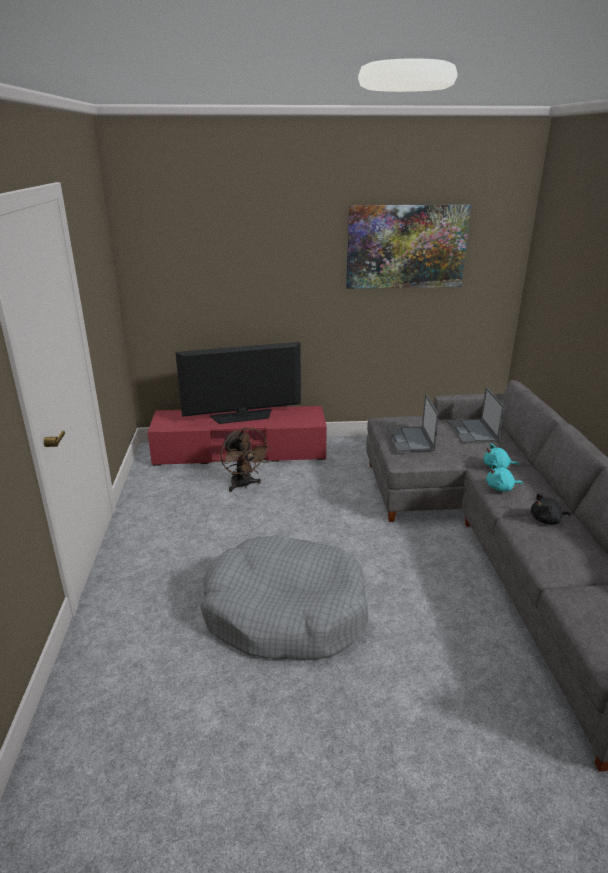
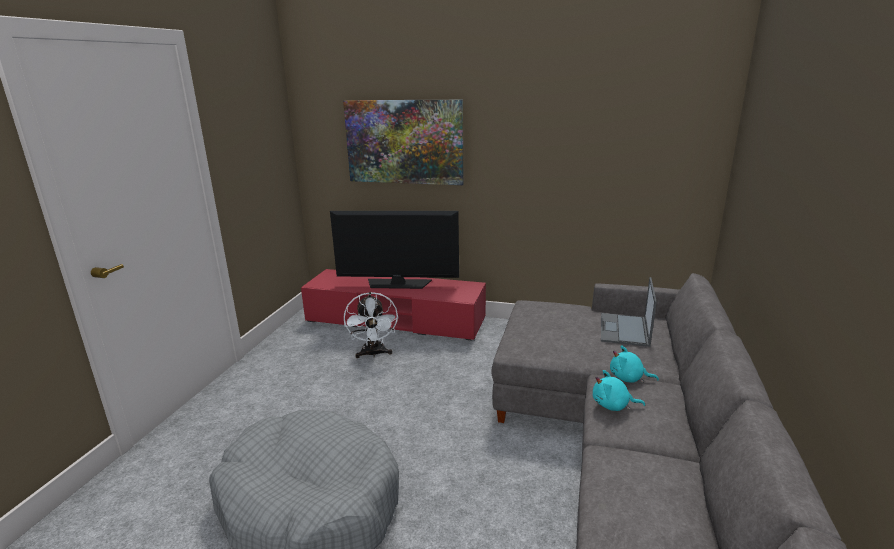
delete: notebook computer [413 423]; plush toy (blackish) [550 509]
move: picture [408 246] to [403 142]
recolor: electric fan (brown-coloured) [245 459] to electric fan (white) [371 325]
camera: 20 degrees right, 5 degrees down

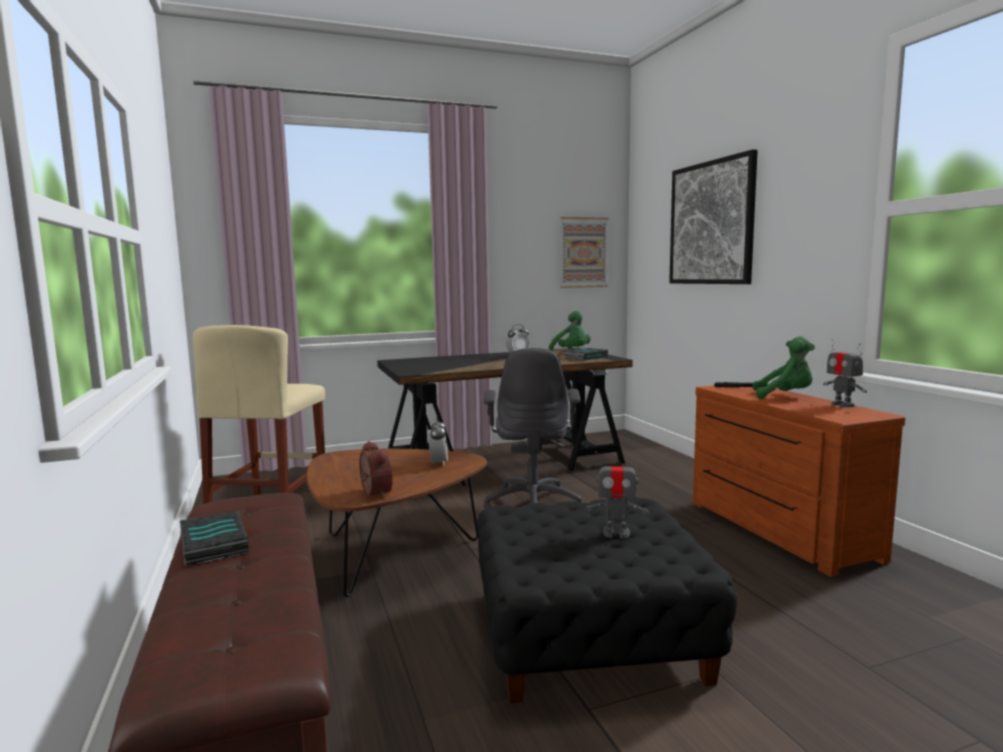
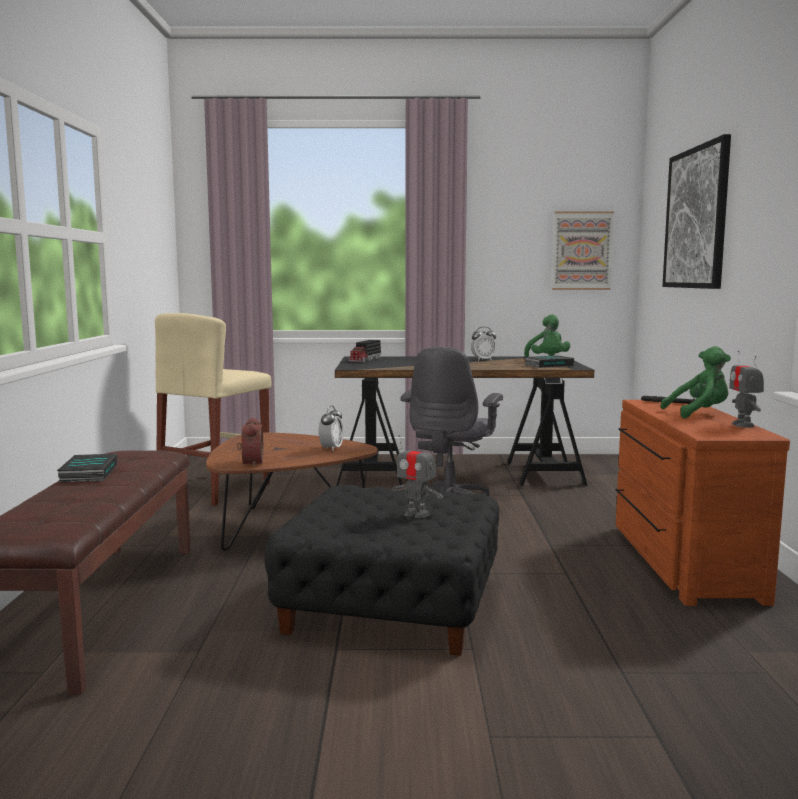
insert: toy lorry [364 351]
rotate: plush toy (green) [783 367] = [695 382] 45 degrees counterclockwise
camera: 20 degrees right, 0 degrees up

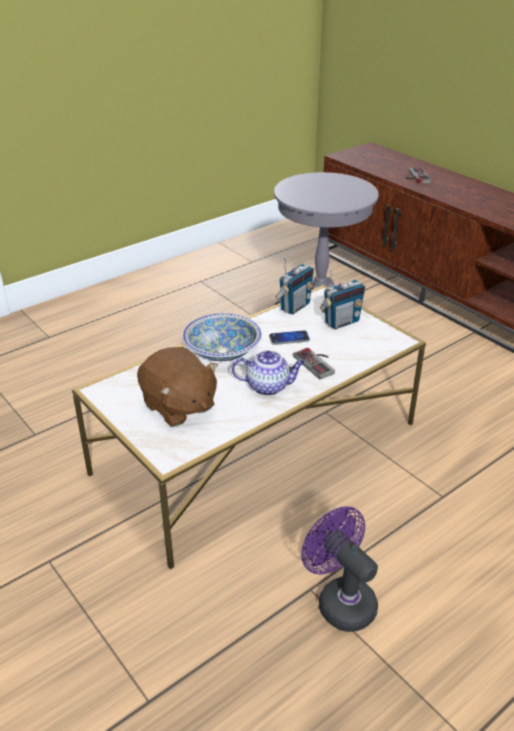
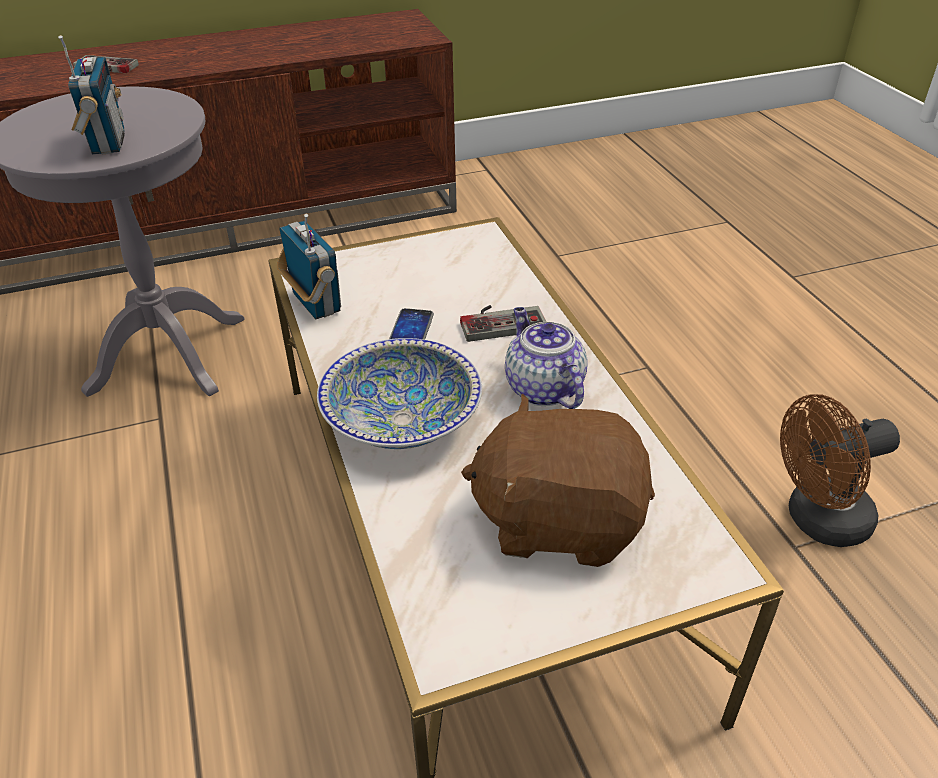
move: radio set [342 299] to [91 94]
recolor: electric fan (purple) [339 569] to electric fan (brown-coloured) [840 470]
rotate: plush toy (brown-coloured) [177 387] = [558 480] 150 degrees counterclockwise; teapot [268 372] = [546 358] 45 degrees counterclockwise
camera: 70 degrees left, 5 degrees up

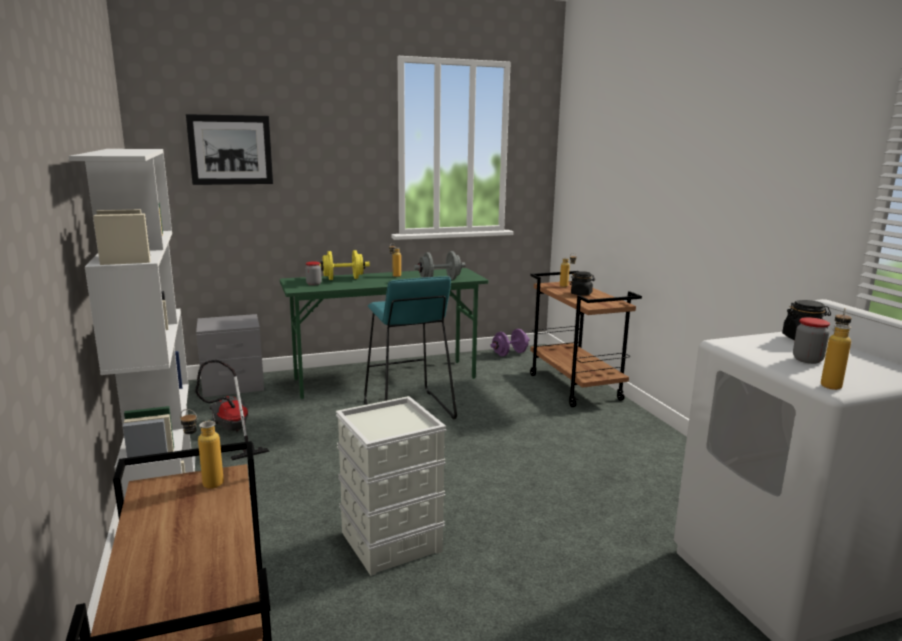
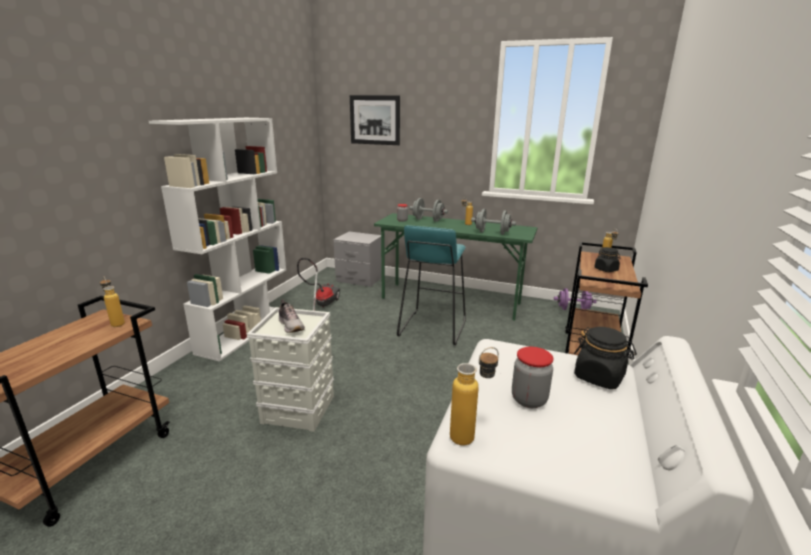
insert: item of footwear [292 316]
recolor: dumbbell (yellowish) [344 265] to dumbbell (gray) [429 210]
camera: 40 degrees right, 5 degrees up

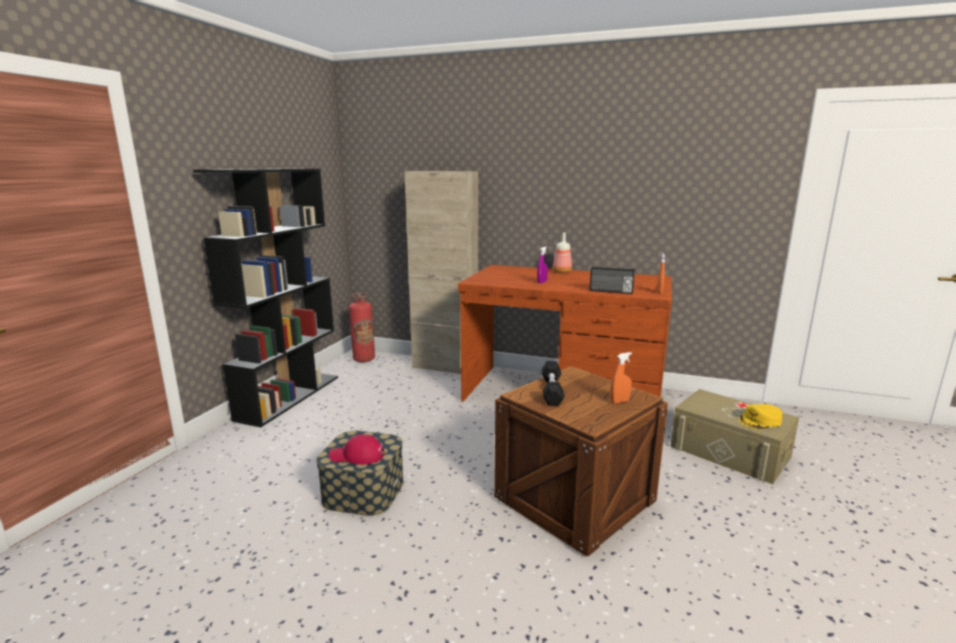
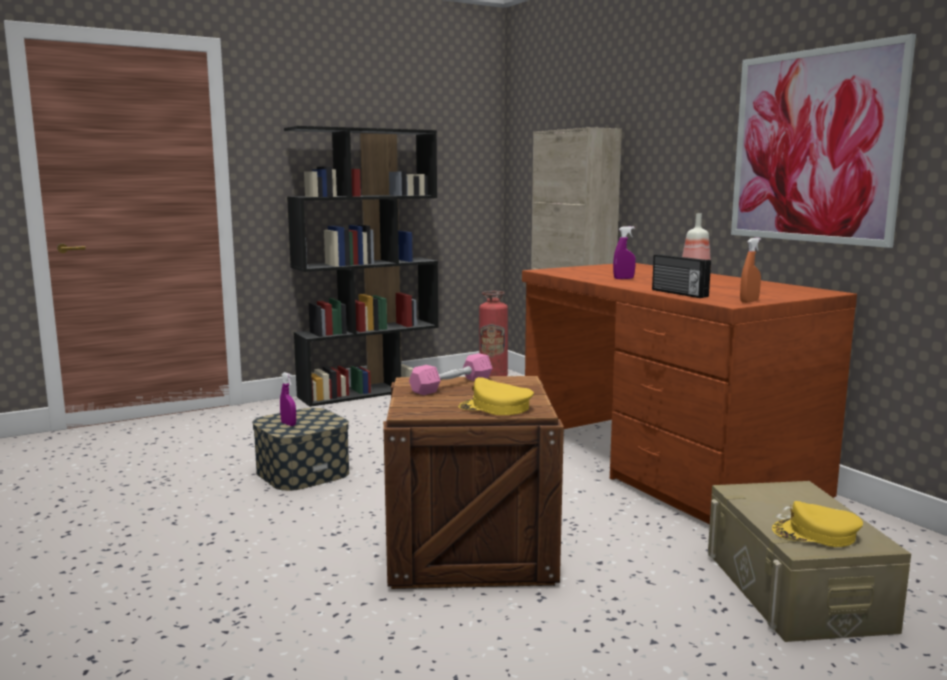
insert: picture [823 141]
replace: hand sprayer (orange) [621 377] to baseball cap (yellowish) [496 396]; baseball cap (red) [357 449] to hand sprayer (purple) [288 399]
recolor: dumbbell (blackish) [553 383] to dumbbell (pinkish) [450 374]
camera: 40 degrees right, 5 degrees down

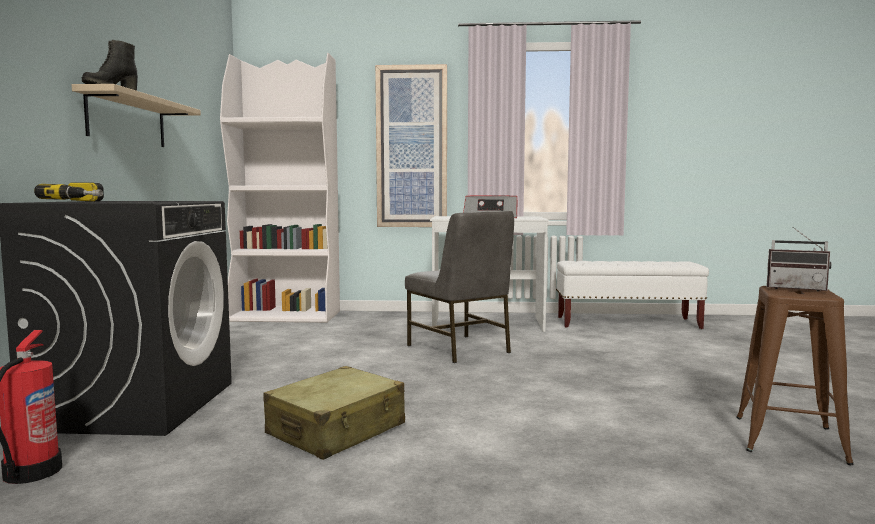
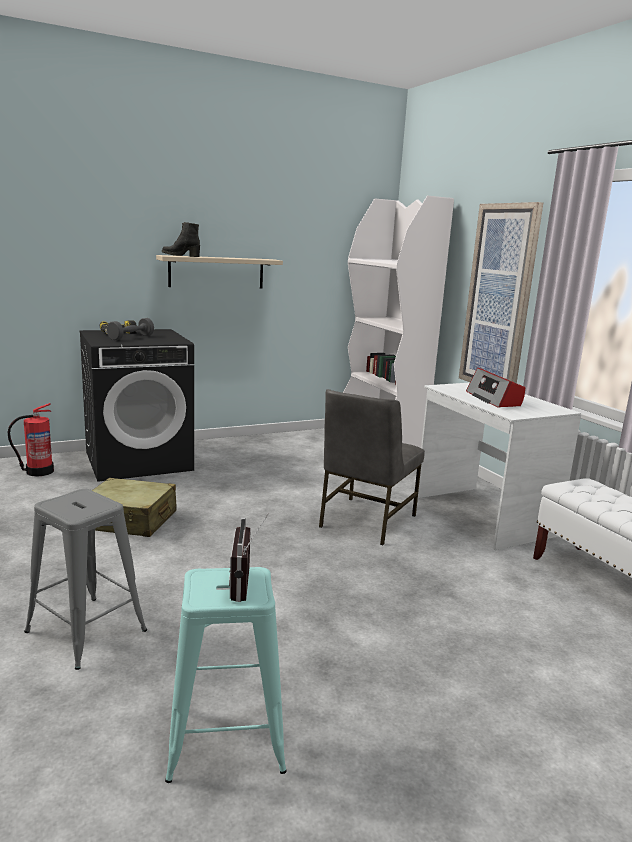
insert: dumbbell (gray) [130 329]; stool seat (gray) [85 579]
recolor: stool seat (brown-coloured) [795 375] to stool seat (blue-green) [226 675]
camera: 60 degrees right, 10 degrees up

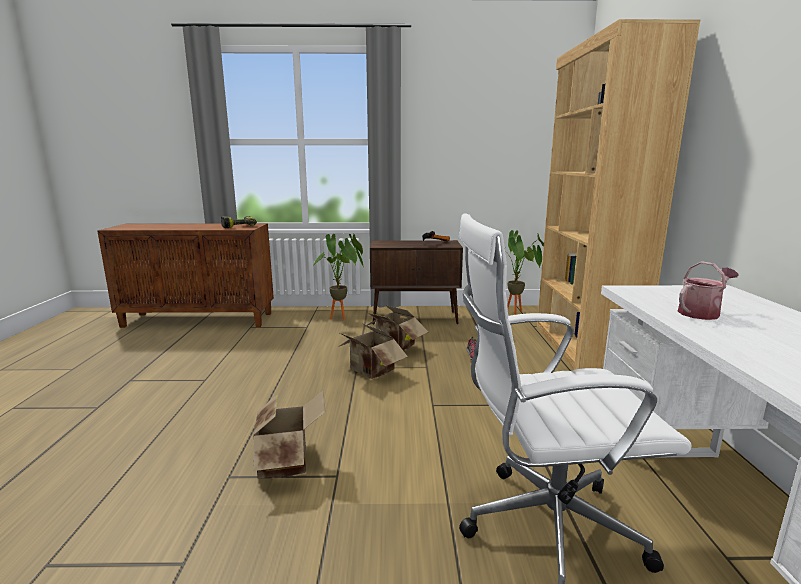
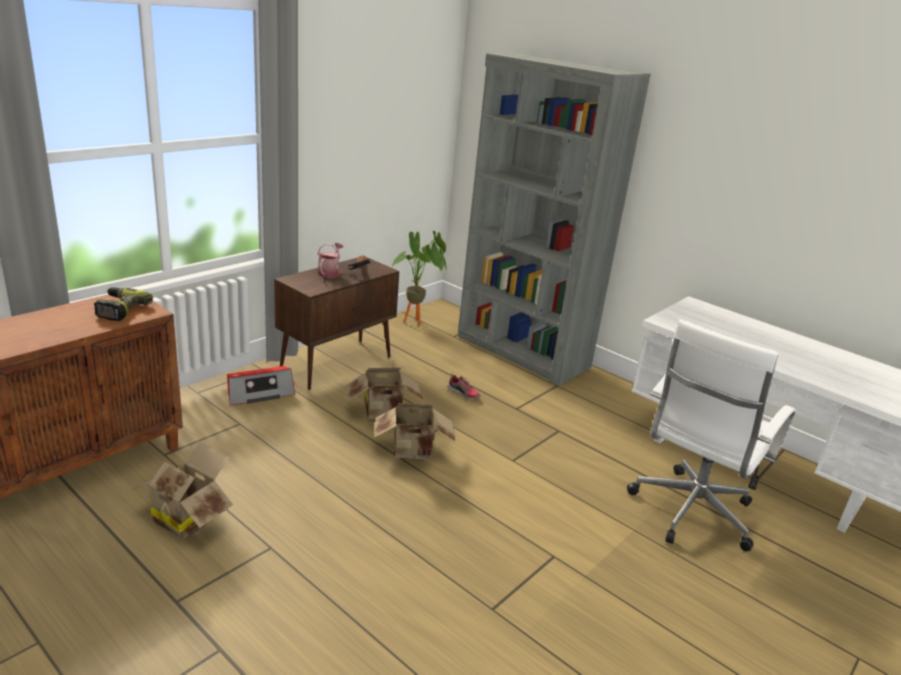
move: watering pot [708 290] to [330 260]; cardboard box [289 435] to [183 490]
replace: plant in a pot [338 277] to radio set [261 385]
recolor: shelving unit (brown-coloured) [618 194] to shelving unit (gray) [554 219]
camera: 50 degrees left, 10 degrees up

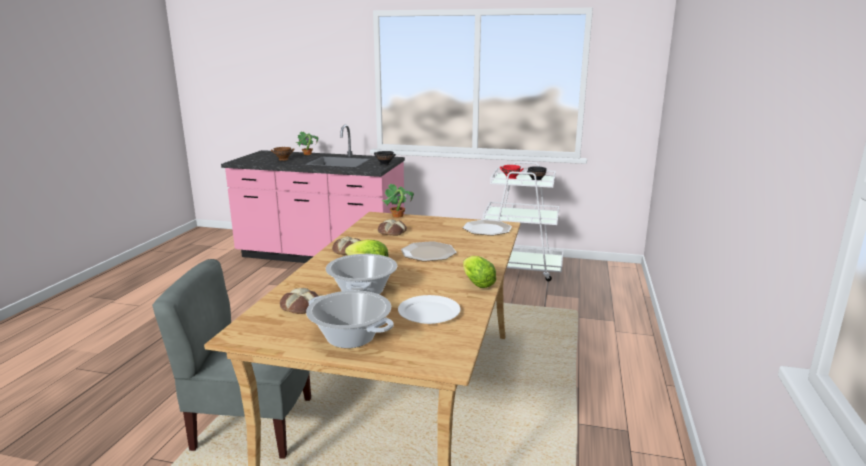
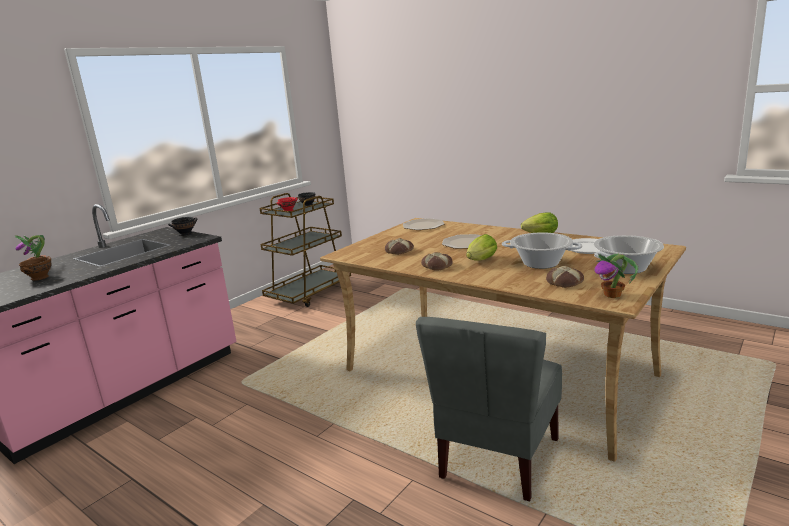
move: plant in a pot [397 200] to [616 275]
recolor: wheeled cart (white) [523 221] to wheeled cart (brown-coloured) [305 250]
camera: 65 degrees left, 0 degrees up

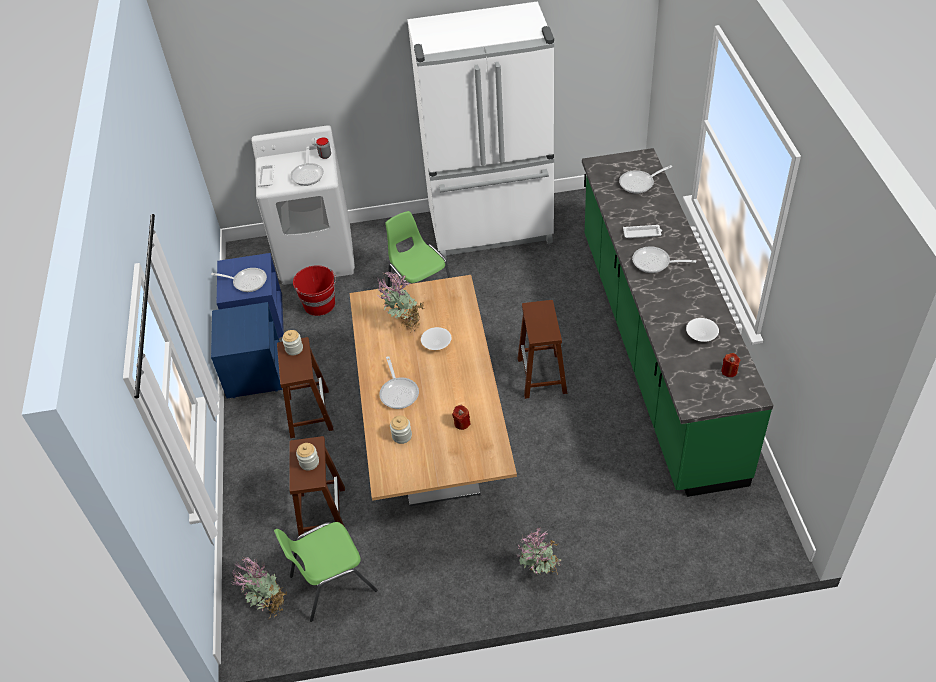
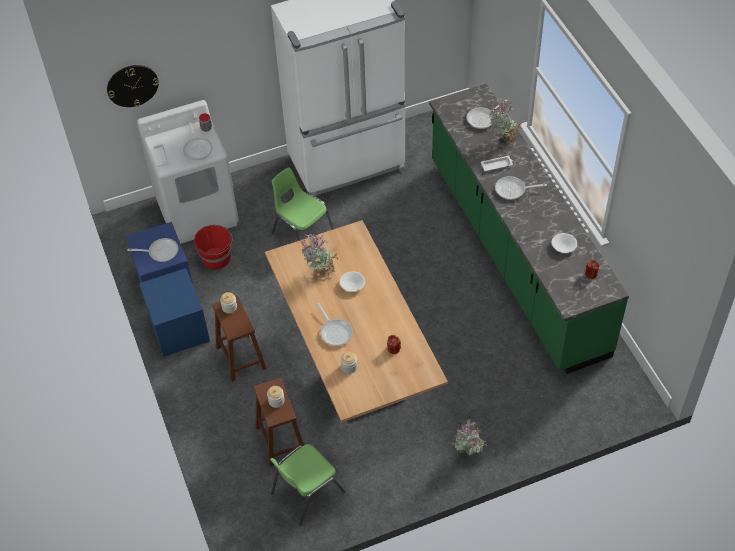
delete: stool seat (brown-coloured) [542 349]
insert: wall clock [133 86]
move: plant in a pot [259 587] to [505 123]
camera: 15 degrees left, 5 degrees up

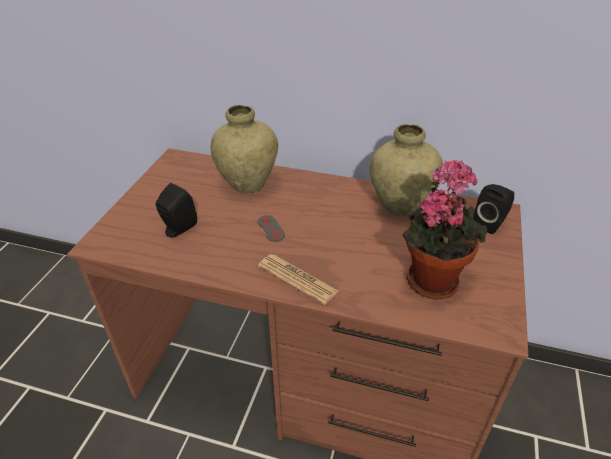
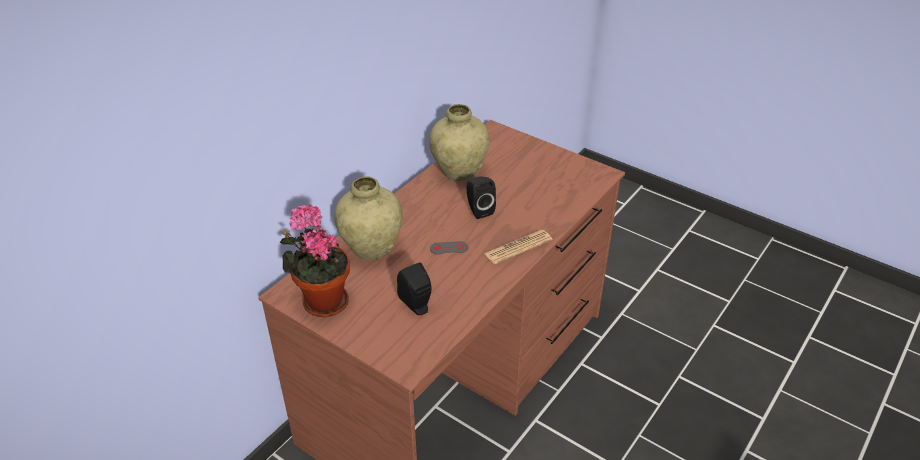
move: plant in a pot [444 229] to [315 260]; audio speaker (blackish) [493 209] to [481 197]
camera: 70 degrees left, 0 degrees up

